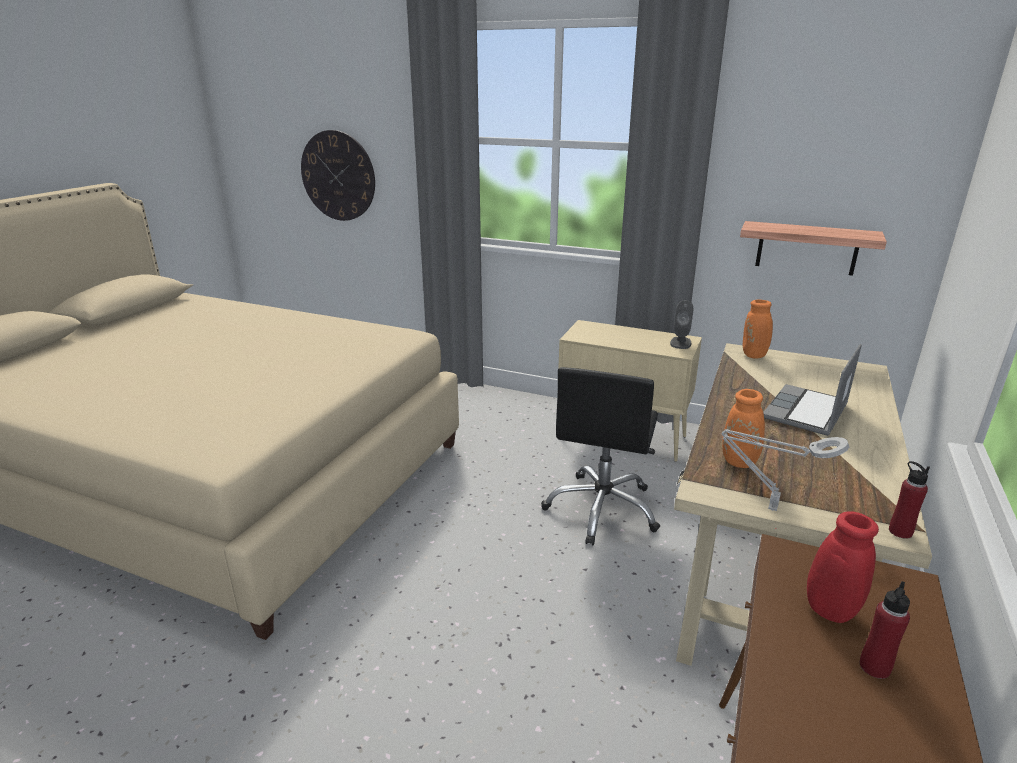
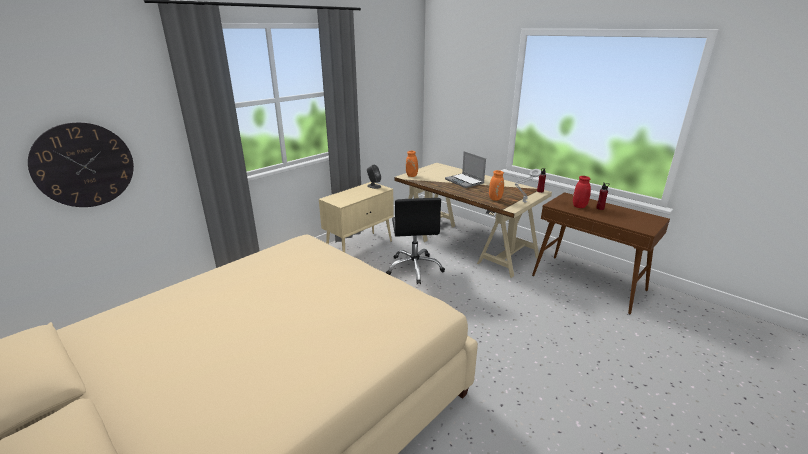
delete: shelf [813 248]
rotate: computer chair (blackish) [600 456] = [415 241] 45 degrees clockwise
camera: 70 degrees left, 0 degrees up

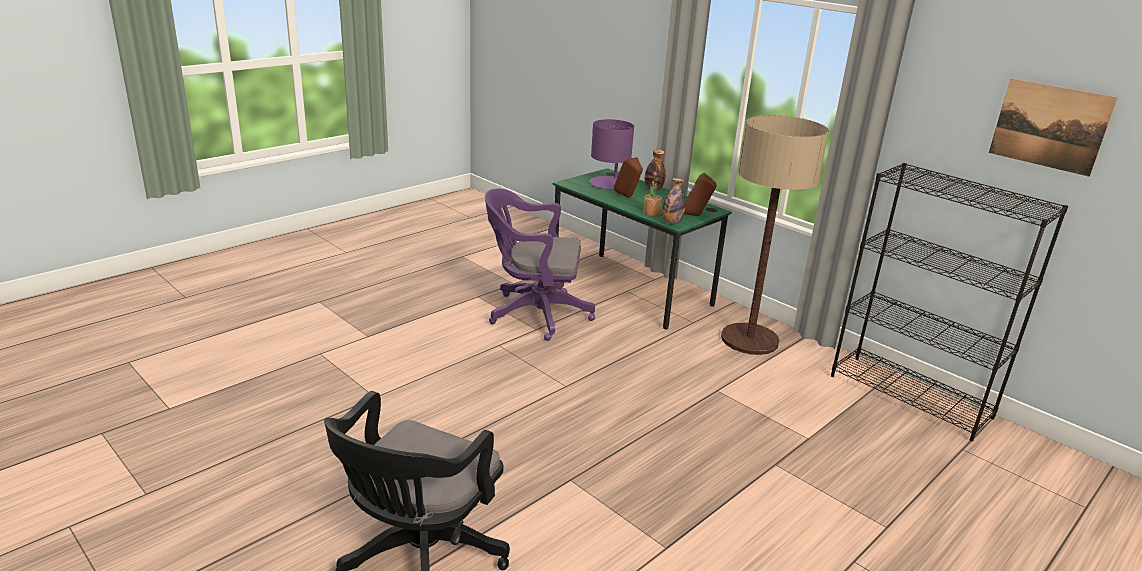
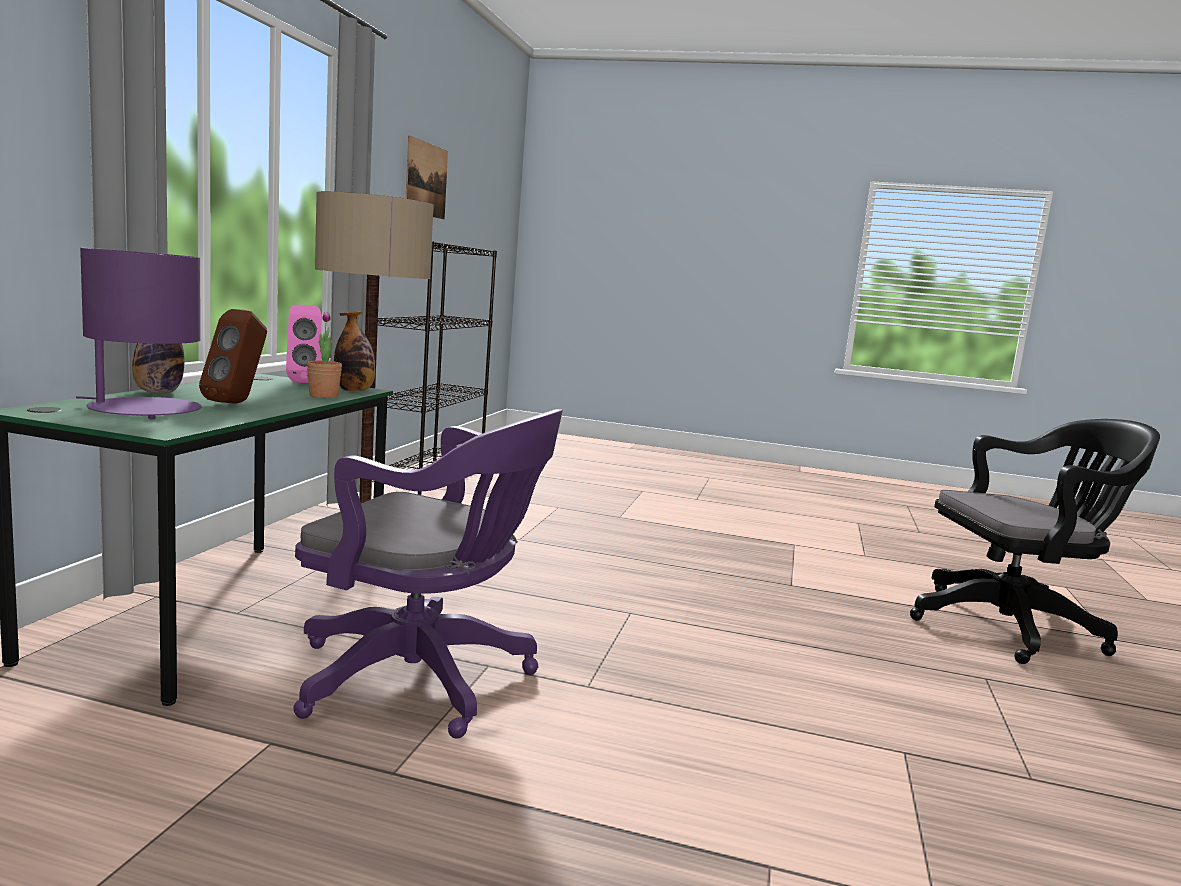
recolor: audio speaker (brown-coloured) [700 194] to audio speaker (pinkish) [304 344]
rotate: computer chair (purple) [540 264] = [428 574] 45 degrees counterclockwise
camera: 120 degrees left, 15 degrees down

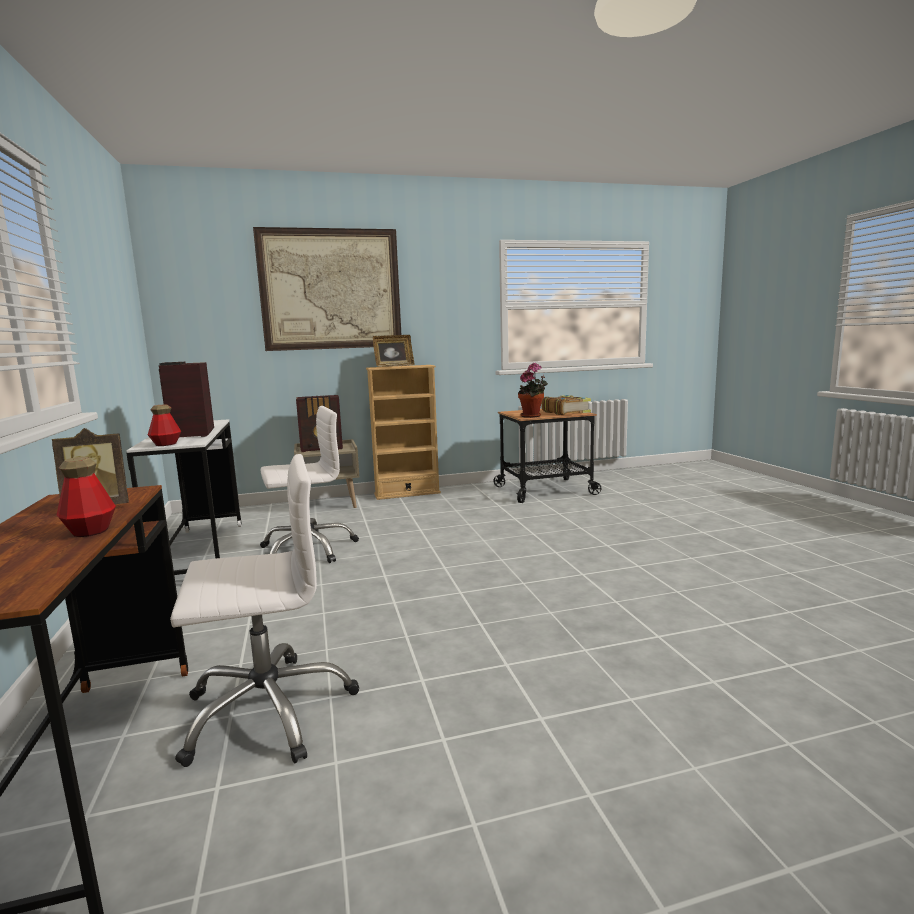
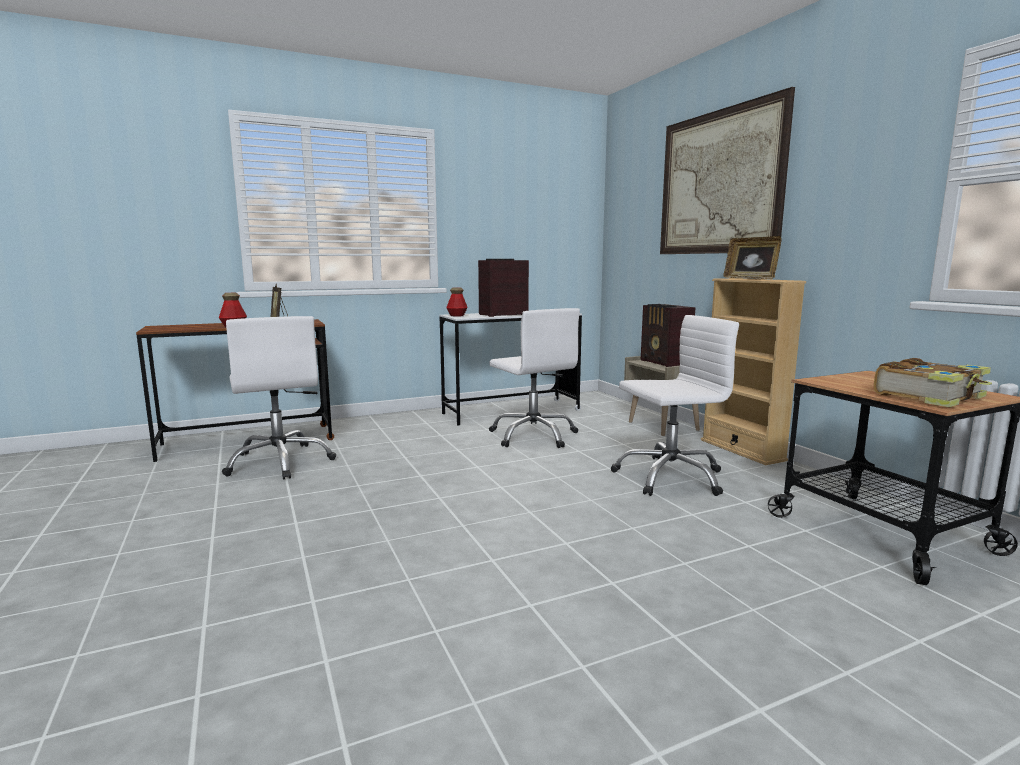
delete: plant in a pot [533 390]
insert: computer chair (white) [675 405]
camera: 80 degrees right, 0 degrees up

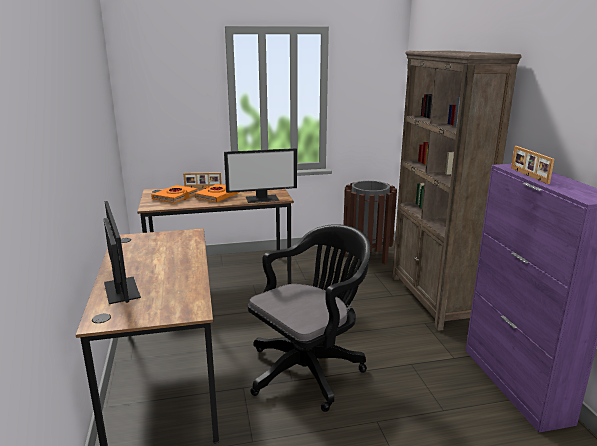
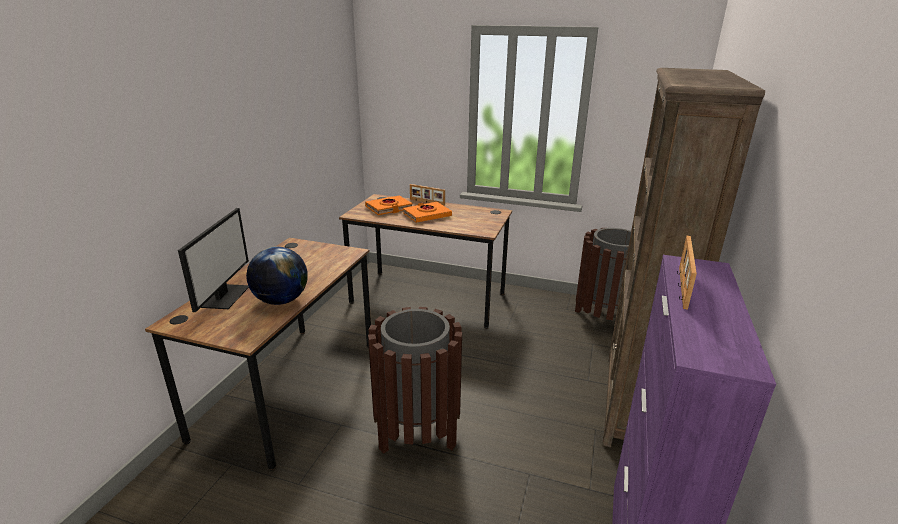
delete: monitor [260 175]
insert: desk globe [277 276]
replace: computer chair (blackish) [309 318] to waste bin (brown-coloured) [415 380]
camera: 30 degrees right, 5 degrees up

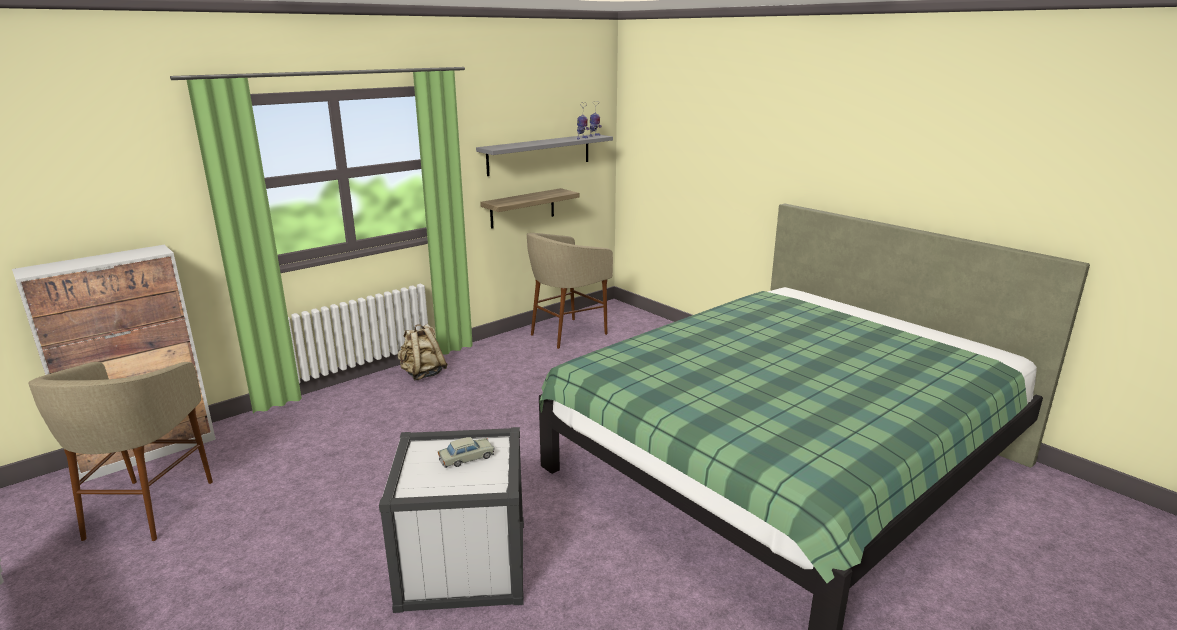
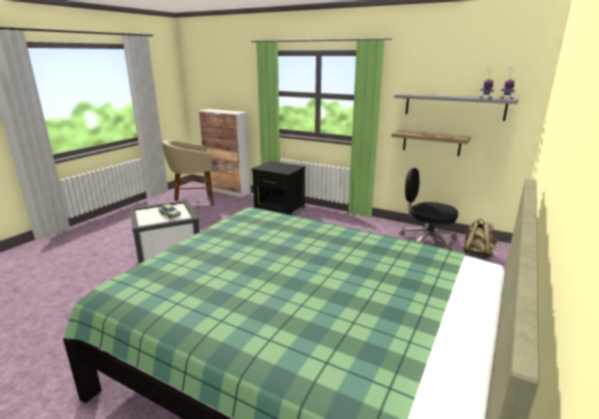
insert: nightstand (blackish) [278 188]
move: backpack (beige) [423 352] to [480 238]
replace: stool seat (beige) [570 291] to computer chair (blackish) [428 209]
camera: 70 degrees right, 0 degrees up

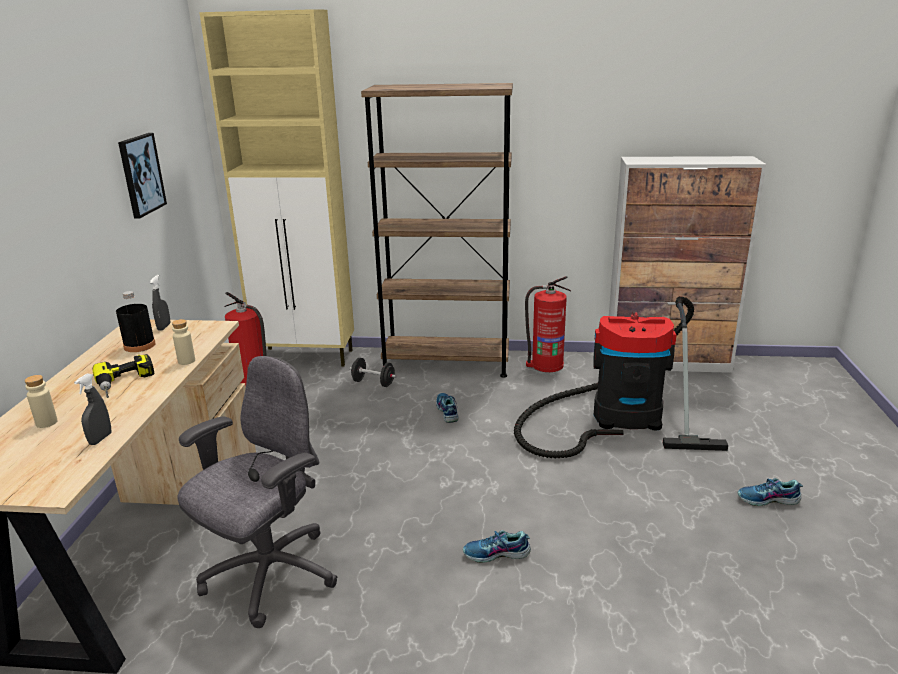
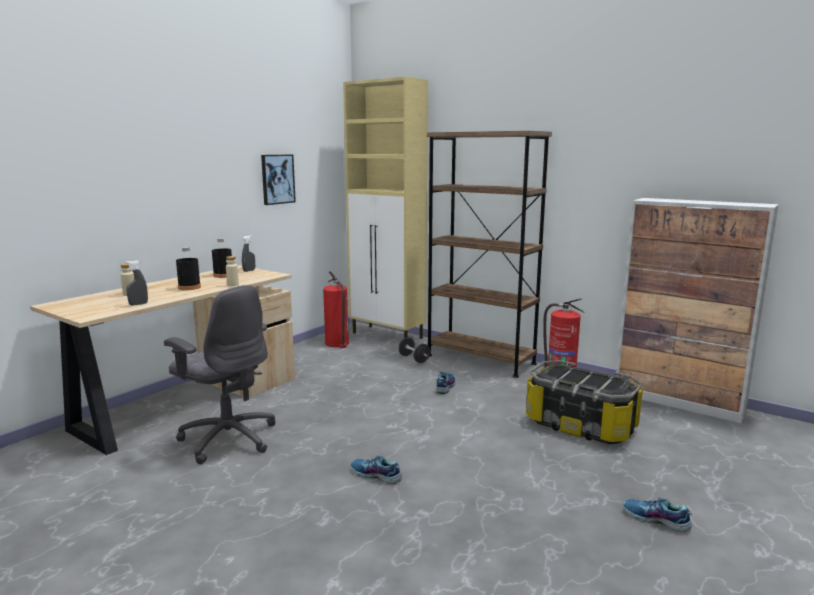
replace: vacuum [621 377] to storage bin [584 402]; power drill [123 376] to drink bottle (blackish) [188 268]
rotate: computer chair (gray) [257 492] = [220 374] 60 degrees clockwise
camera: 30 degrees right, 10 degrees down

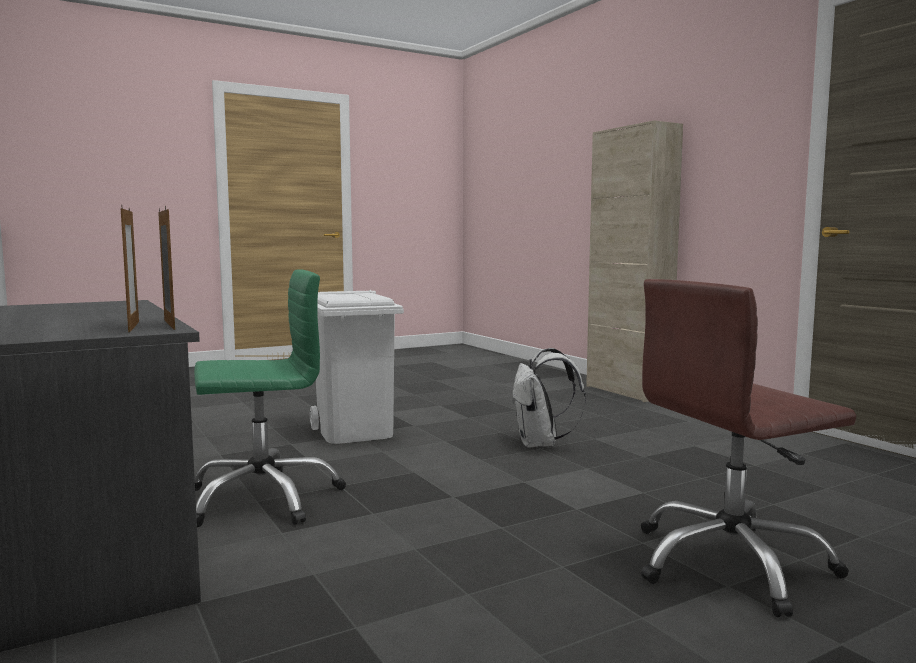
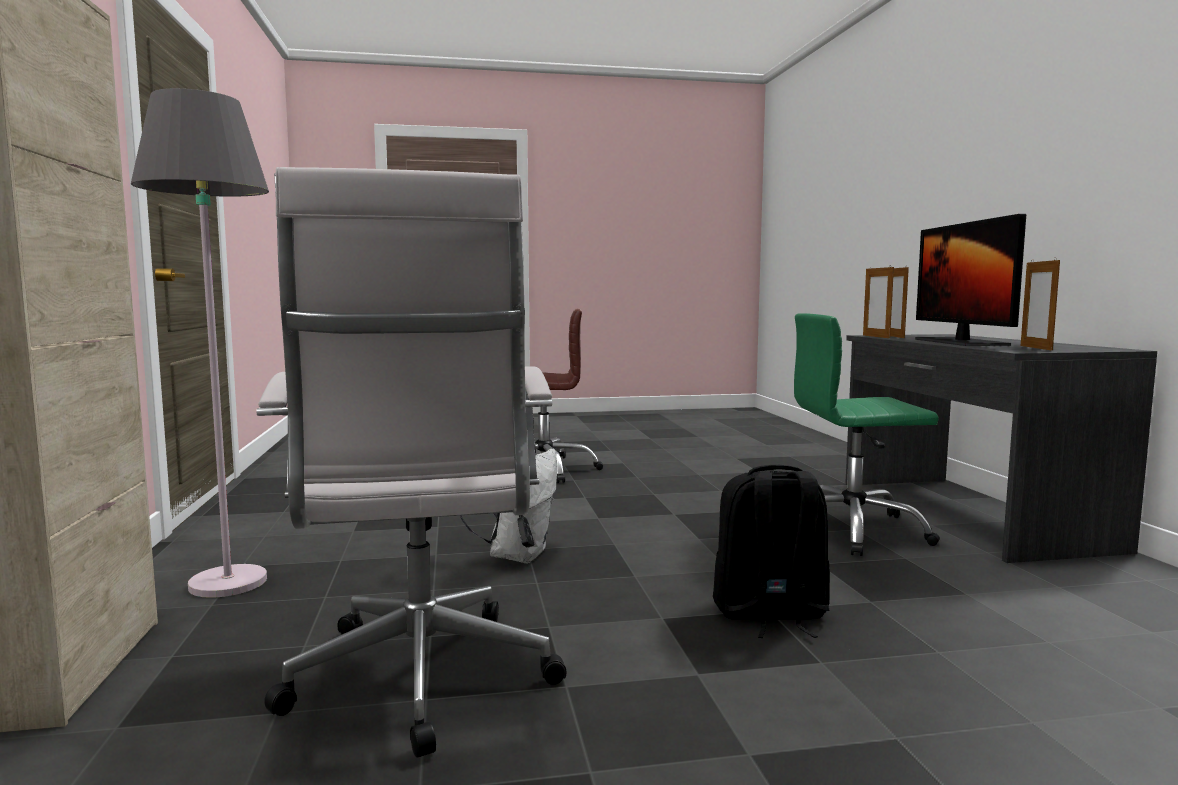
insert: standing lamp (gray) [200 343]; computer chair (white) [411 462]; monitor [970 280]; picture frame [1040 304]
replace: waste bin (white) [357 367] to backpack (blackish) [771 551]
camera: 160 degrees left, 0 degrees up

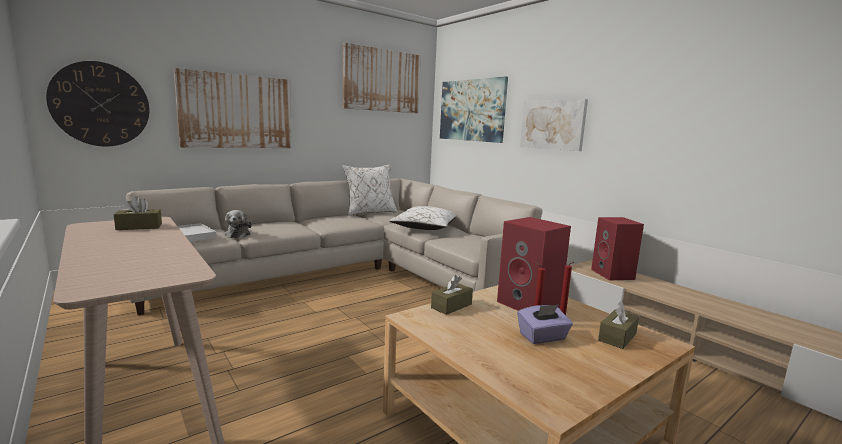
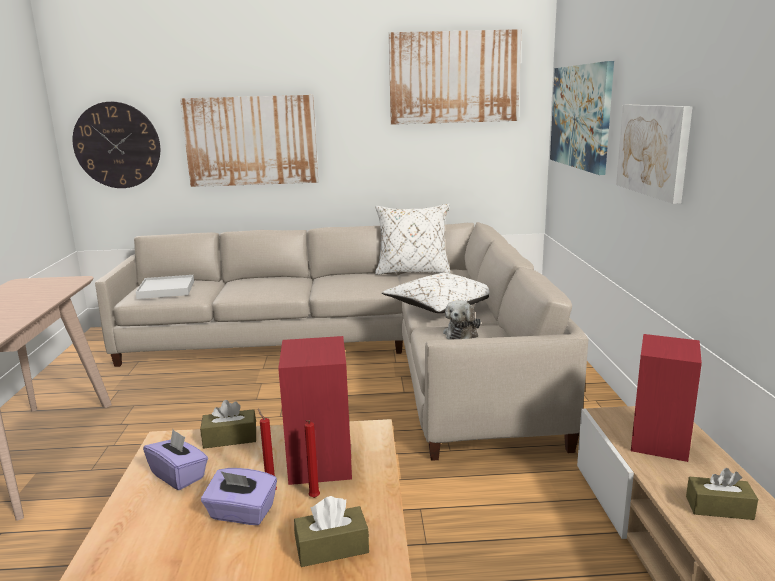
insert: tissue box (purple) [175 459]
move: tissue box (brown-coloured) [138 213] to [722 494]; plush toy [238 224] to [462 320]
camera: 35 degrees right, 5 degrees up

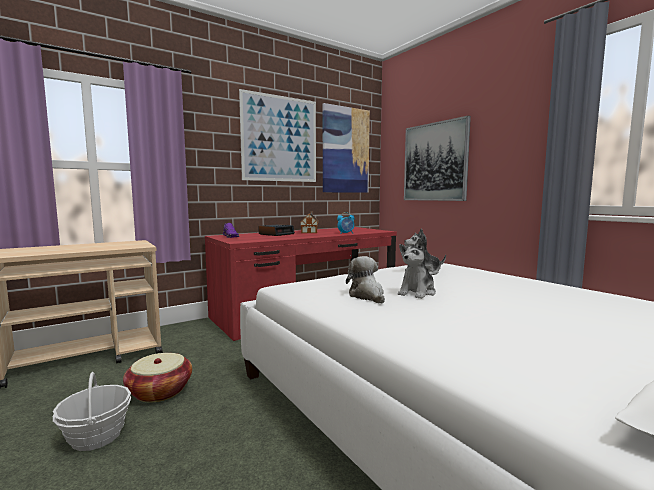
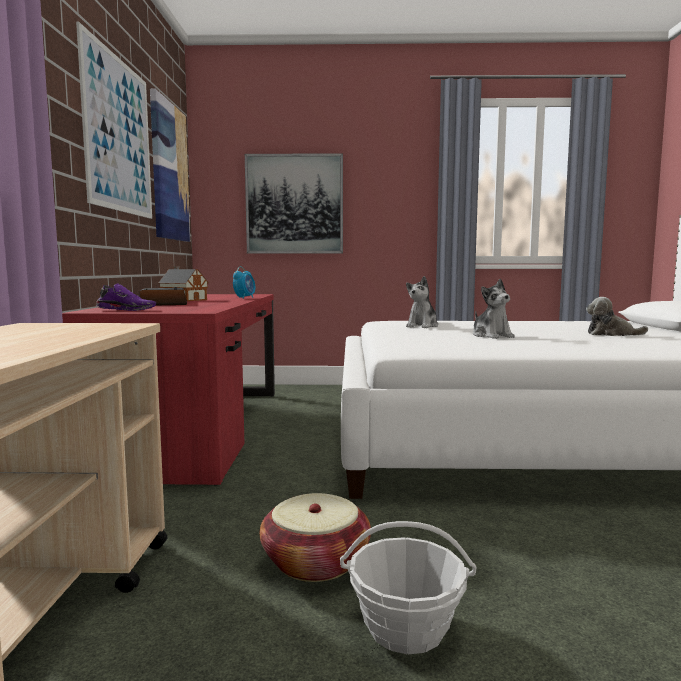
move: plush toy [365 280] to [617 316]
camera: 55 degrees left, 0 degrees up

